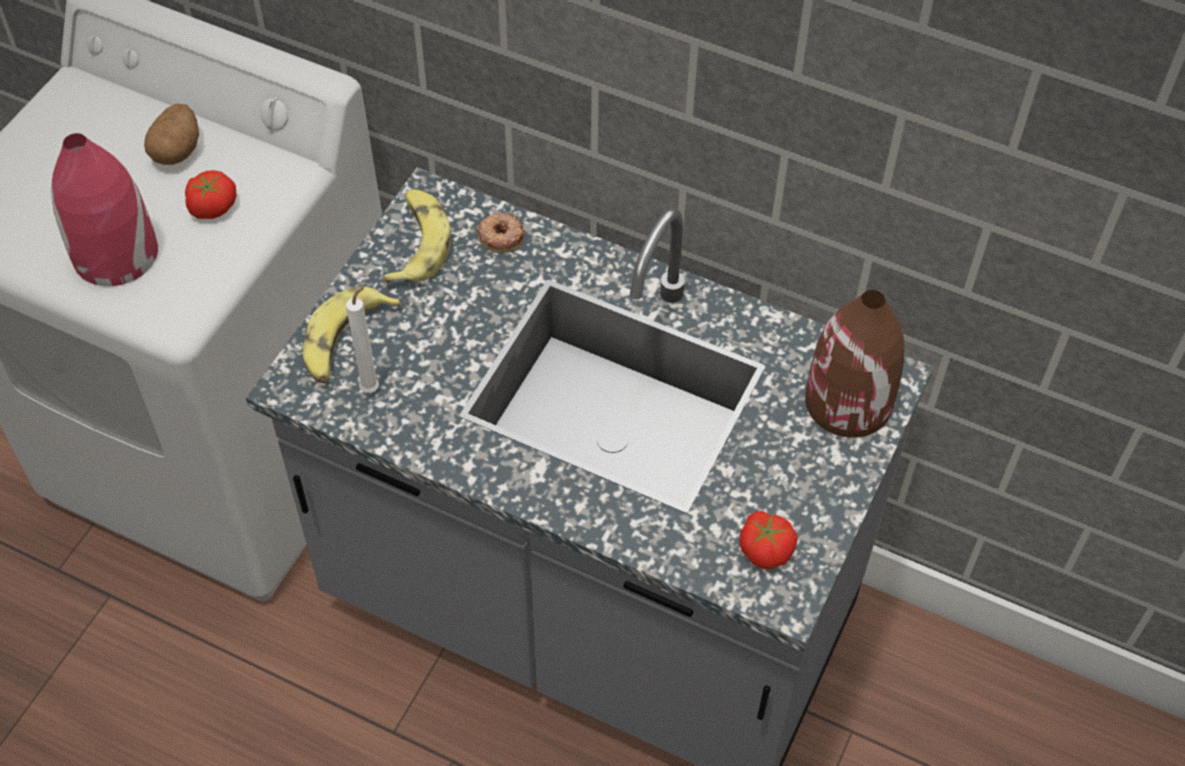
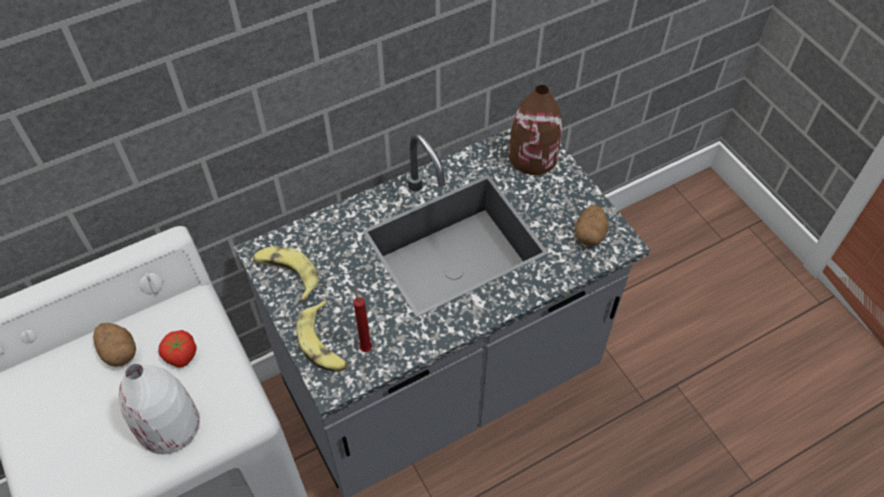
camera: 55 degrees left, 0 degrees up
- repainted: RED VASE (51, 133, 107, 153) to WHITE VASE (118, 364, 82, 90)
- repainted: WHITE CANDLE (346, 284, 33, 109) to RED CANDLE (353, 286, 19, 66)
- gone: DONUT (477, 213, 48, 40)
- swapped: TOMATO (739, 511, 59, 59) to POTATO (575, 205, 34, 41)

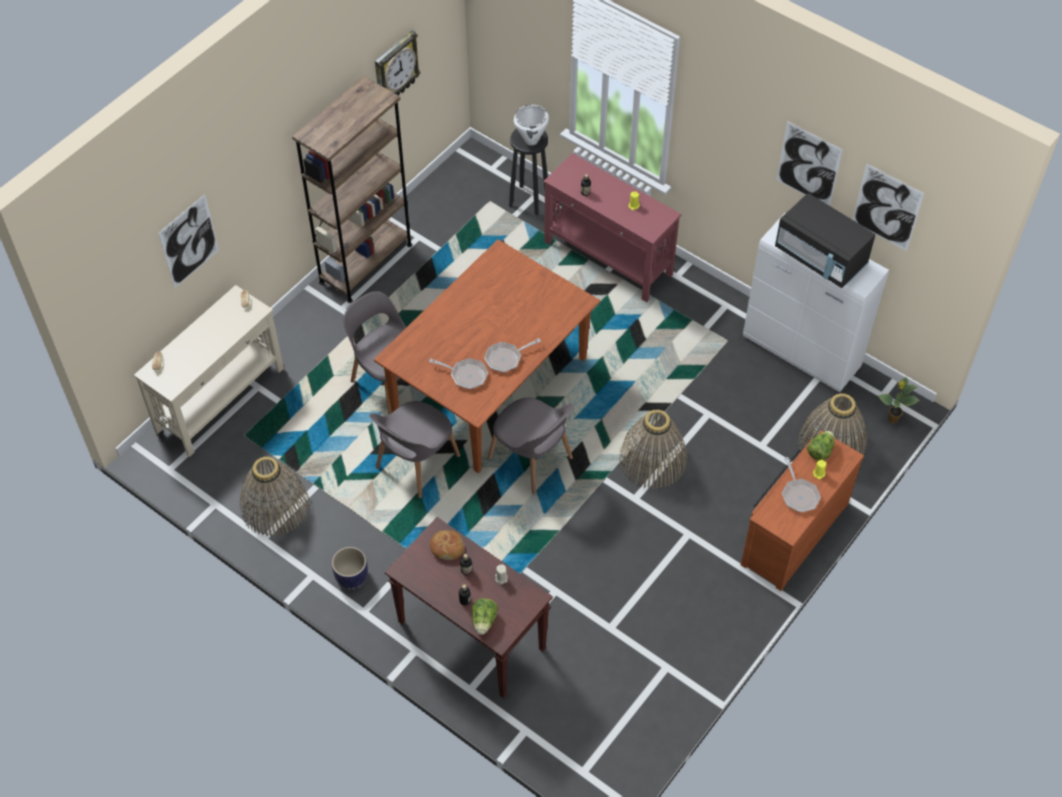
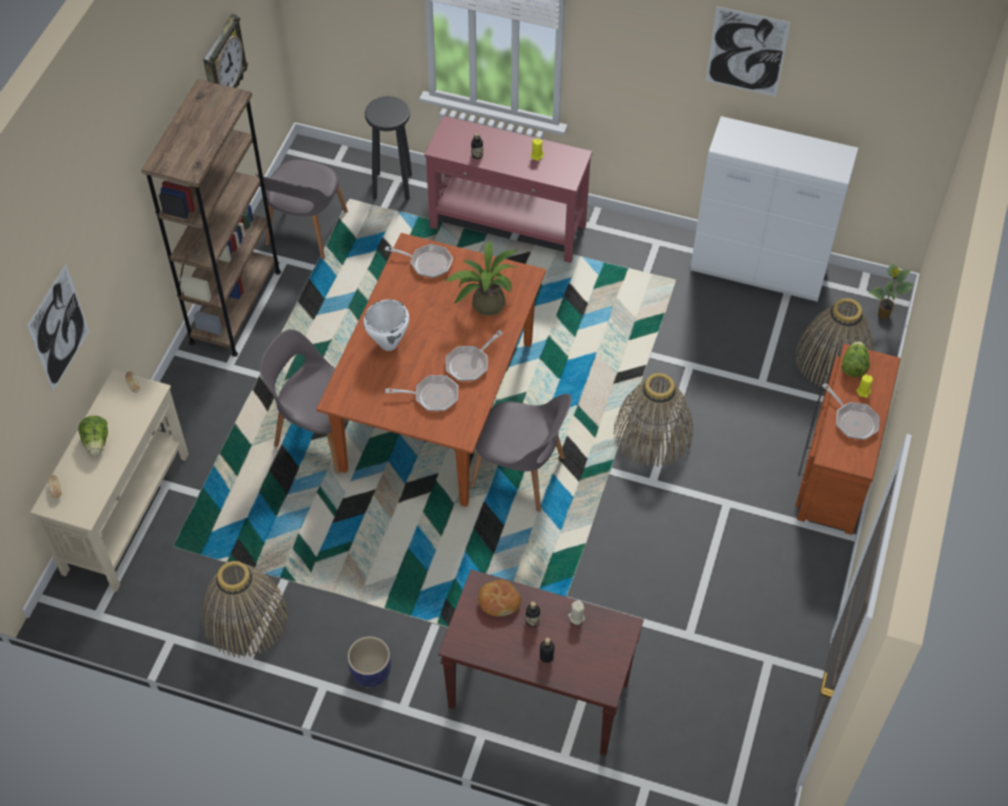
camera: 20 degrees left, 0 degrees up
- shifted: GREY CHAIR (369, 401, 91, 97) to (255, 160, 93, 100)
- shifted: LETTUCE (472, 598, 26, 37) to (78, 416, 30, 39)
- shifted: WHITE COOKING POT (514, 105, 35, 40) to (363, 299, 46, 52)
- gone: BLACK MICROWAVE (775, 193, 100, 95)
- gone: PICTURE (853, 164, 71, 87)
- new: FRYING PAN (385, 244, 68, 34)
- new: POTTED PLANT (444, 240, 74, 76)

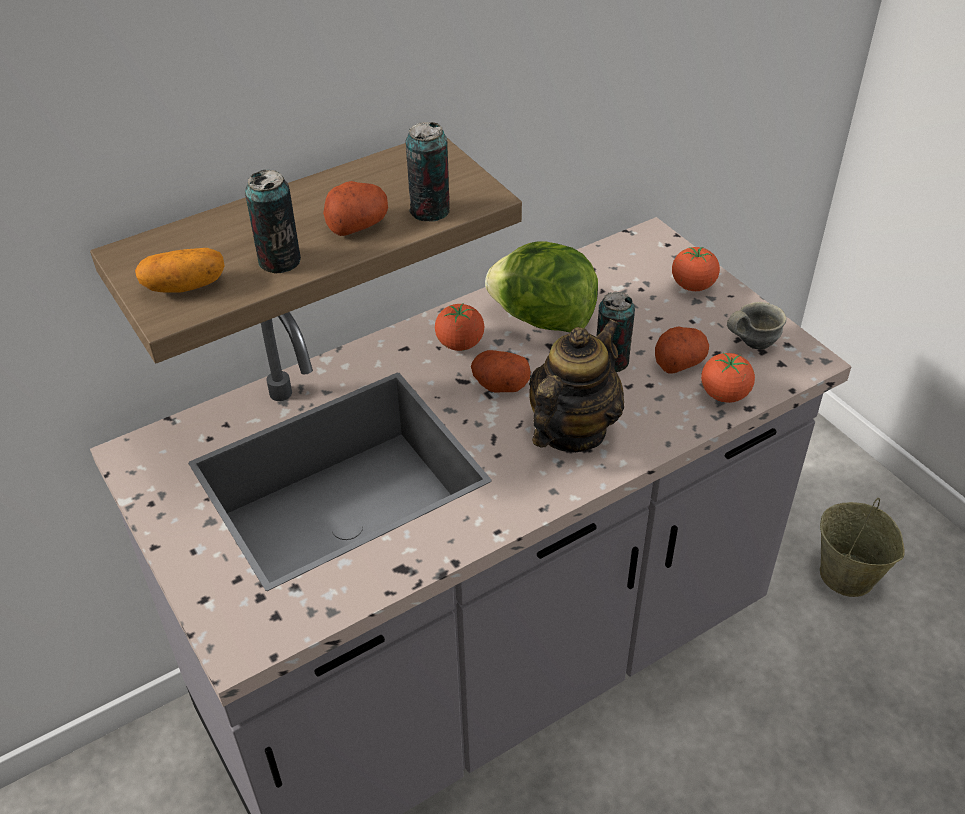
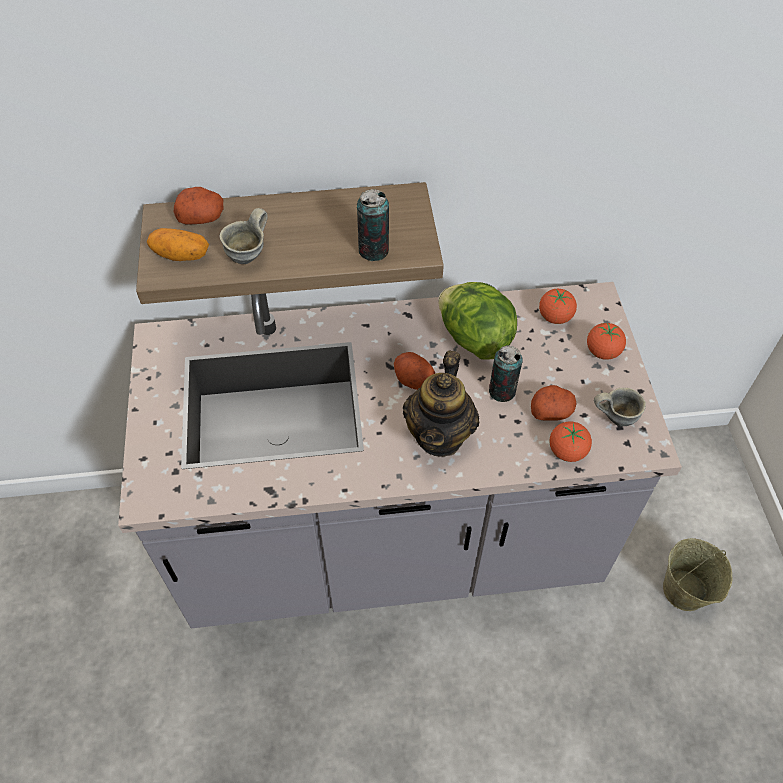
camera: 25 degrees right, 10 degrees up
- swapped: CAN (245, 170, 56, 103) to GREY MUG (220, 208, 48, 56)
- shifted: POTATO (323, 181, 65, 55) to (174, 187, 50, 38)
- shifted: TOMATO (435, 304, 49, 47) to (539, 289, 38, 35)
- rotated: TEAPOT (529, 319, 95, 133) = (403, 350, 77, 107) 135 degrees clockwise

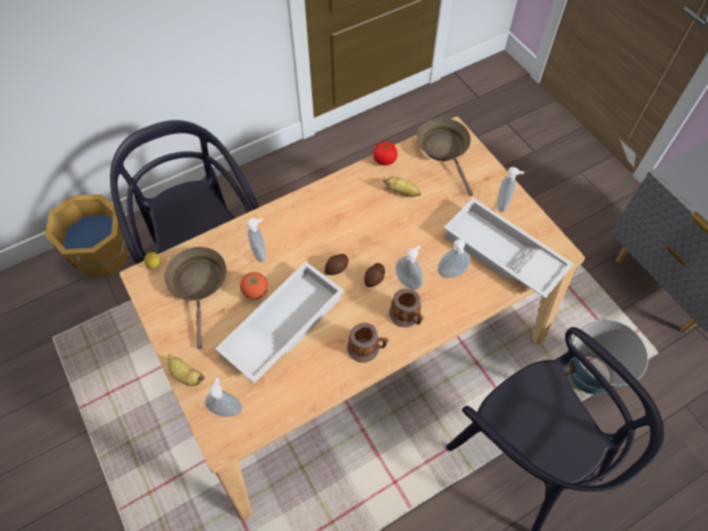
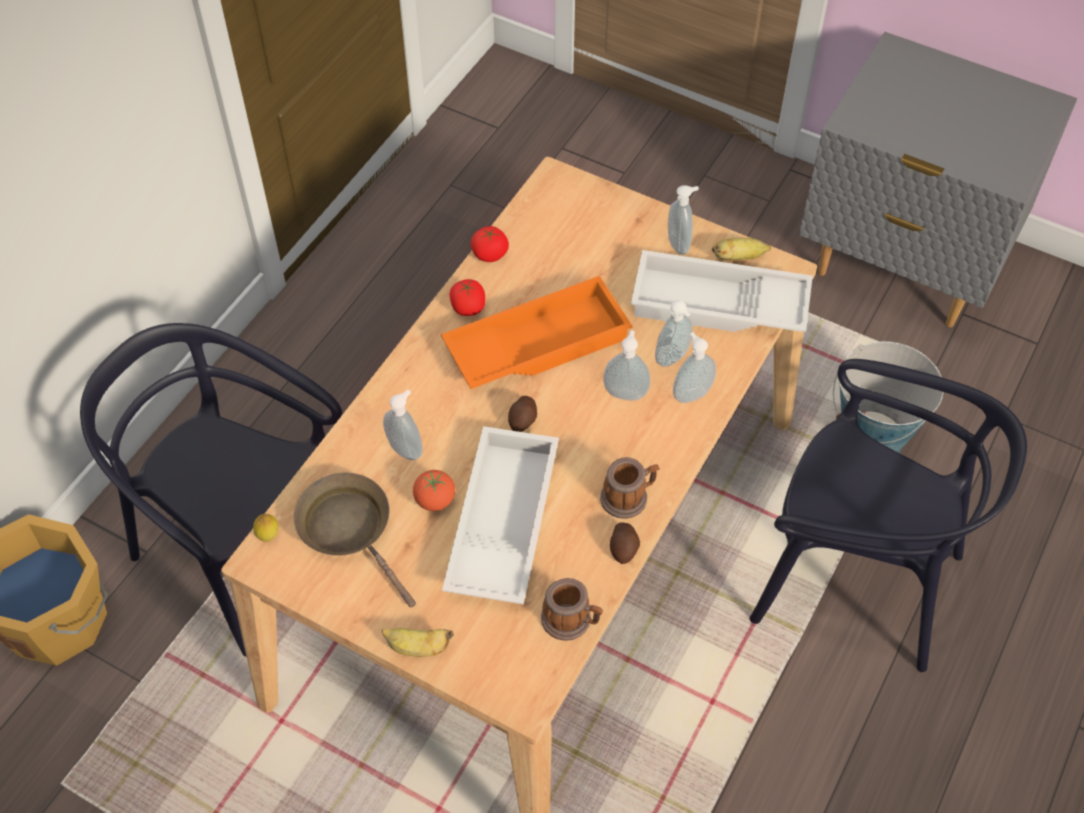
camera: 30 degrees left, 5 degrees down
- shifted: SOAP DISPENSER (205, 378, 38, 39) to (673, 332, 43, 71)
- shifted: POTATO (364, 263, 21, 24) to (610, 523, 30, 41)
- shifted: BANANA (383, 176, 38, 21) to (712, 238, 59, 22)
- shifted: MUG (389, 289, 35, 38) to (541, 578, 62, 63)
- gone: BROWN FRYING PAN (417, 118, 56, 78)
- new: ORANGE TRAY (441, 276, 192, 113)
- new: TOMATO (449, 279, 36, 37)

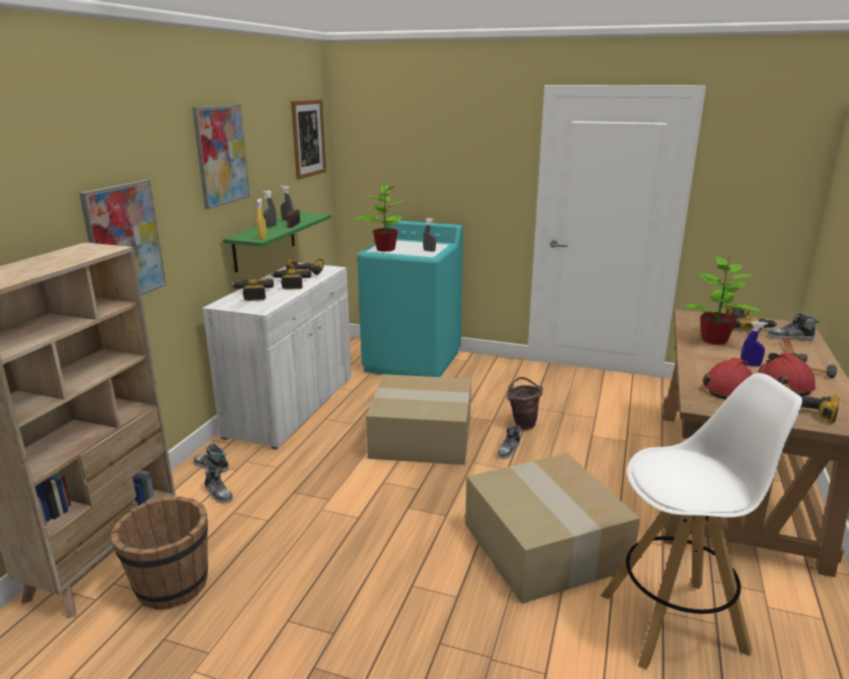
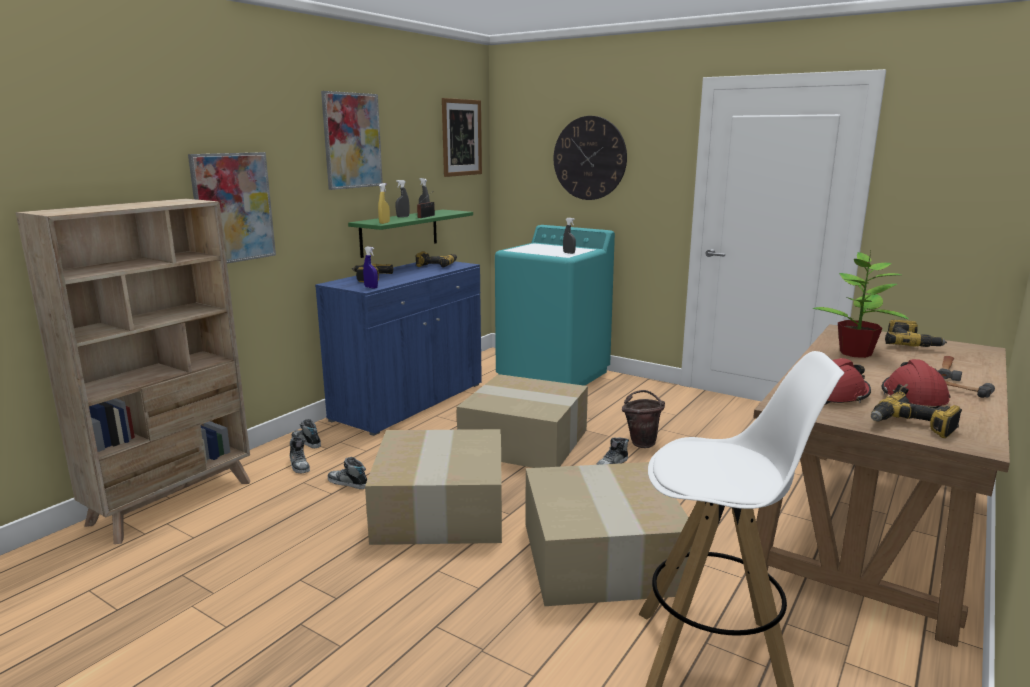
camera: 15 degrees right, 5 degrees down
- gone: BROWN BUCKET (111, 496, 97, 114)
- repainted: WHITE CABINET (202, 263, 150, 186) to BLUE CABINET (315, 261, 167, 175)
- gone: POWER DRILL (271, 269, 40, 21)
- gone: POTTED PLANT (354, 183, 53, 69)
- shifted: BLUE SPRAY BOTTLE (741, 321, 27, 46) to (363, 247, 15, 42)
- shifted: SHOE (767, 313, 52, 28) to (328, 457, 39, 32)
- new: CARDBOARD BOX (365, 429, 137, 116)
- new: WALL CLOCK (554, 116, 73, 84)

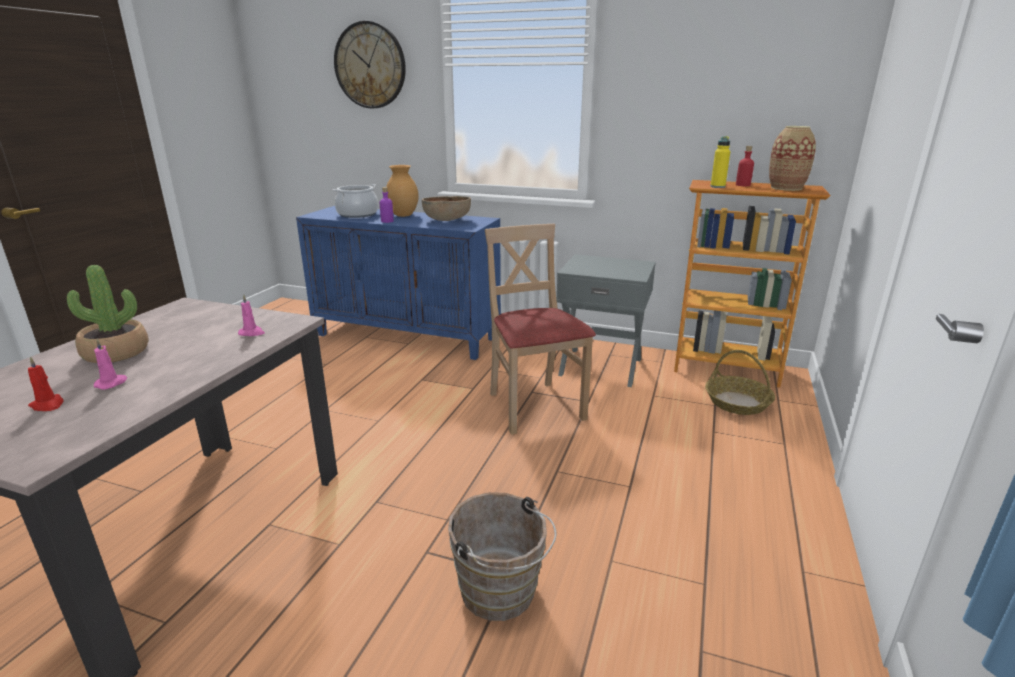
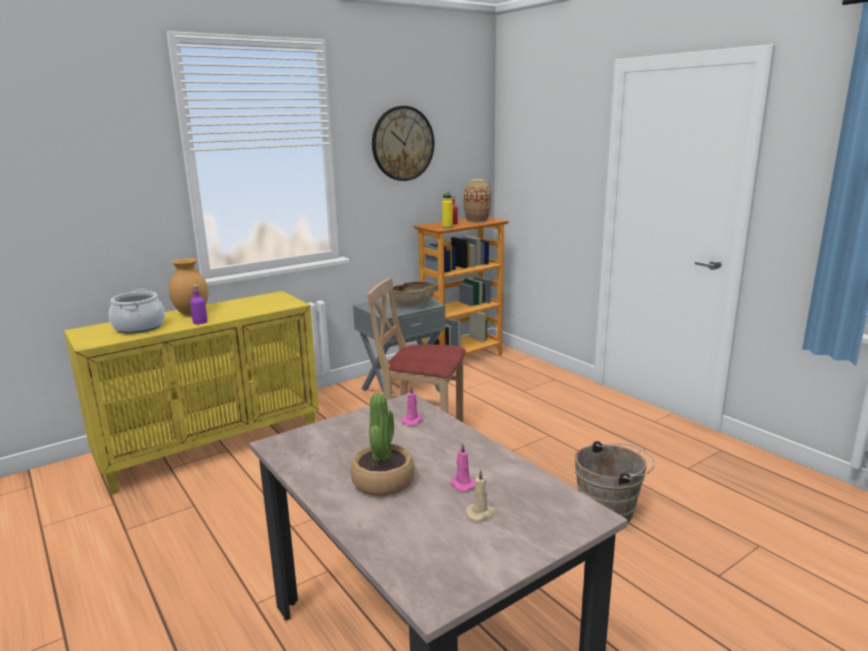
camera: 55 degrees left, 5 degrees down
- repainted: RED CANDLE (28, 357, 36, 54) to BEIGE CANDLE (466, 469, 31, 52)
- repainted: BLUE CABINET (296, 206, 205, 154) to YELLOW CABINET (64, 291, 255, 204)
- shifted: WALL CLOCK (334, 21, 72, 88) to (372, 106, 62, 75)
- shifted: BROWN BOWL (422, 196, 49, 25) to (393, 281, 42, 26)
- gone: BASKET (705, 350, 70, 65)

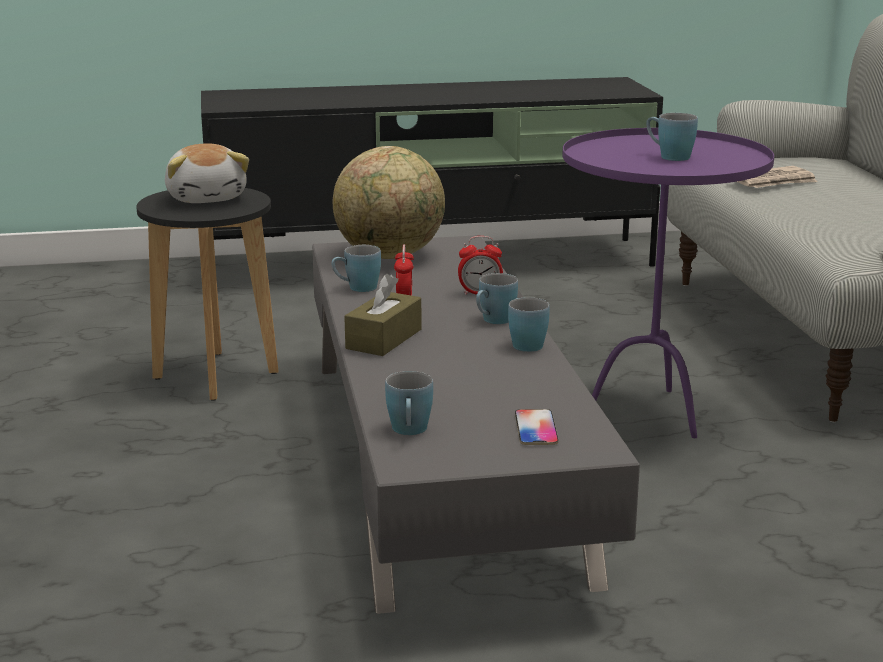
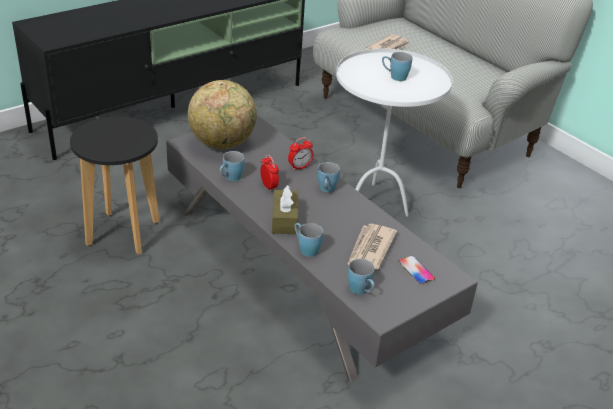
camera: 30 degrees left, 15 degrees up
- gone: PLUSH TOY (165, 143, 84, 60)
- shifted: BLUE MUG (508, 297, 42, 55) to (295, 223, 28, 34)
- repainted: PURPLE SIDE TABLE (562, 128, 212, 310) to WHITE SIDE TABLE (336, 49, 117, 168)
- new: NEWSPAPER (347, 224, 50, 46)

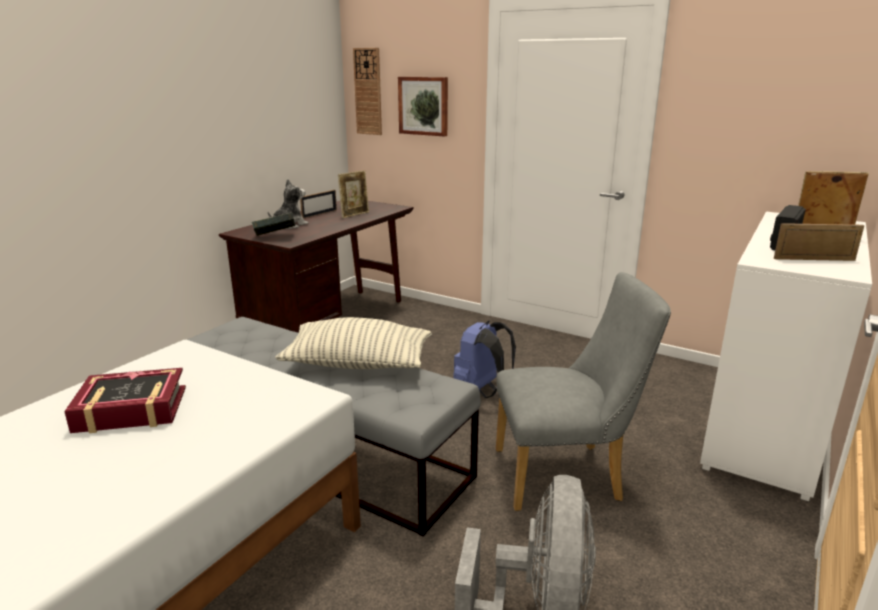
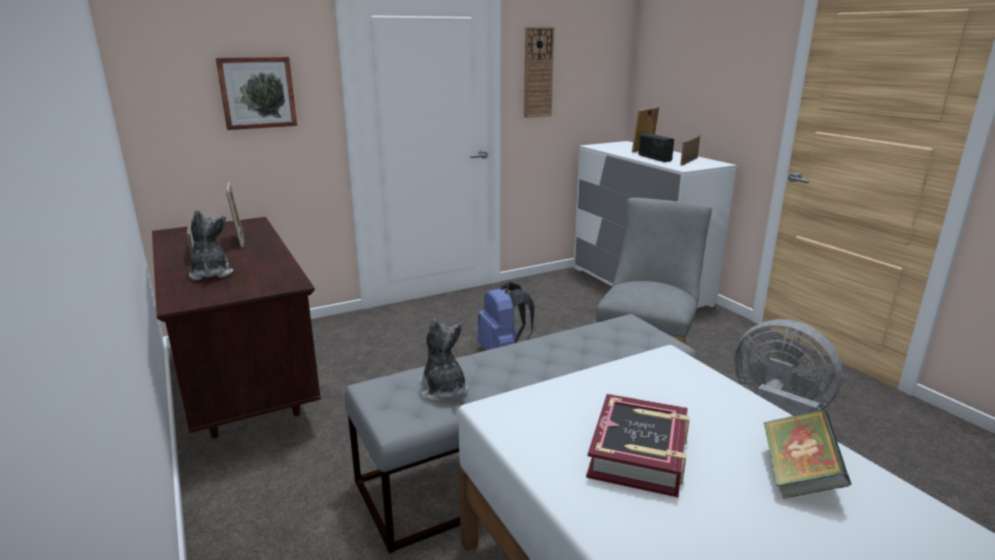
camera: 60 degrees left, 0 degrees up
- shifted: BOOK (252, 213, 43, 23) to (764, 409, 88, 89)
- gone: PILLOW (275, 317, 157, 52)
- shifted: WALL CLOCK (353, 48, 29, 87) to (524, 27, 30, 91)
- new: PLUSH TOY (419, 319, 49, 83)

